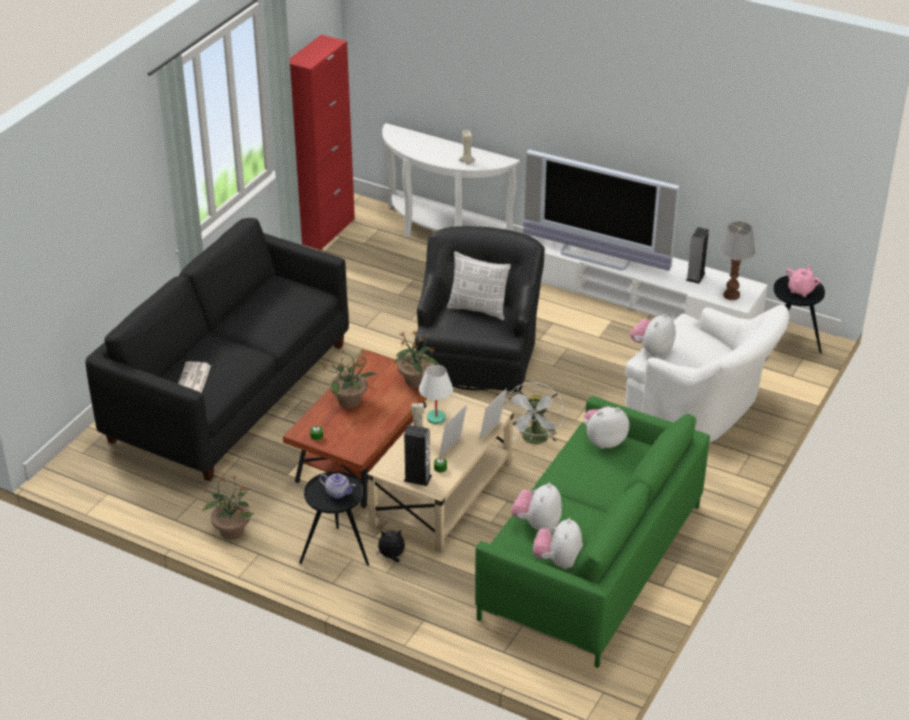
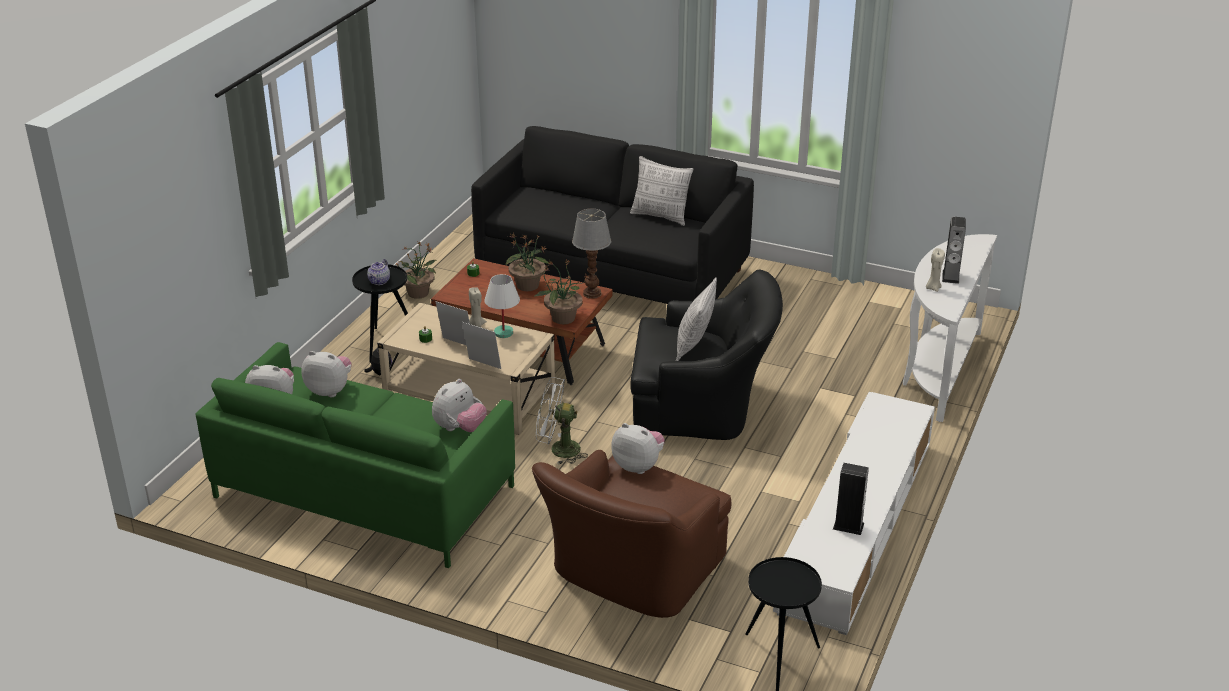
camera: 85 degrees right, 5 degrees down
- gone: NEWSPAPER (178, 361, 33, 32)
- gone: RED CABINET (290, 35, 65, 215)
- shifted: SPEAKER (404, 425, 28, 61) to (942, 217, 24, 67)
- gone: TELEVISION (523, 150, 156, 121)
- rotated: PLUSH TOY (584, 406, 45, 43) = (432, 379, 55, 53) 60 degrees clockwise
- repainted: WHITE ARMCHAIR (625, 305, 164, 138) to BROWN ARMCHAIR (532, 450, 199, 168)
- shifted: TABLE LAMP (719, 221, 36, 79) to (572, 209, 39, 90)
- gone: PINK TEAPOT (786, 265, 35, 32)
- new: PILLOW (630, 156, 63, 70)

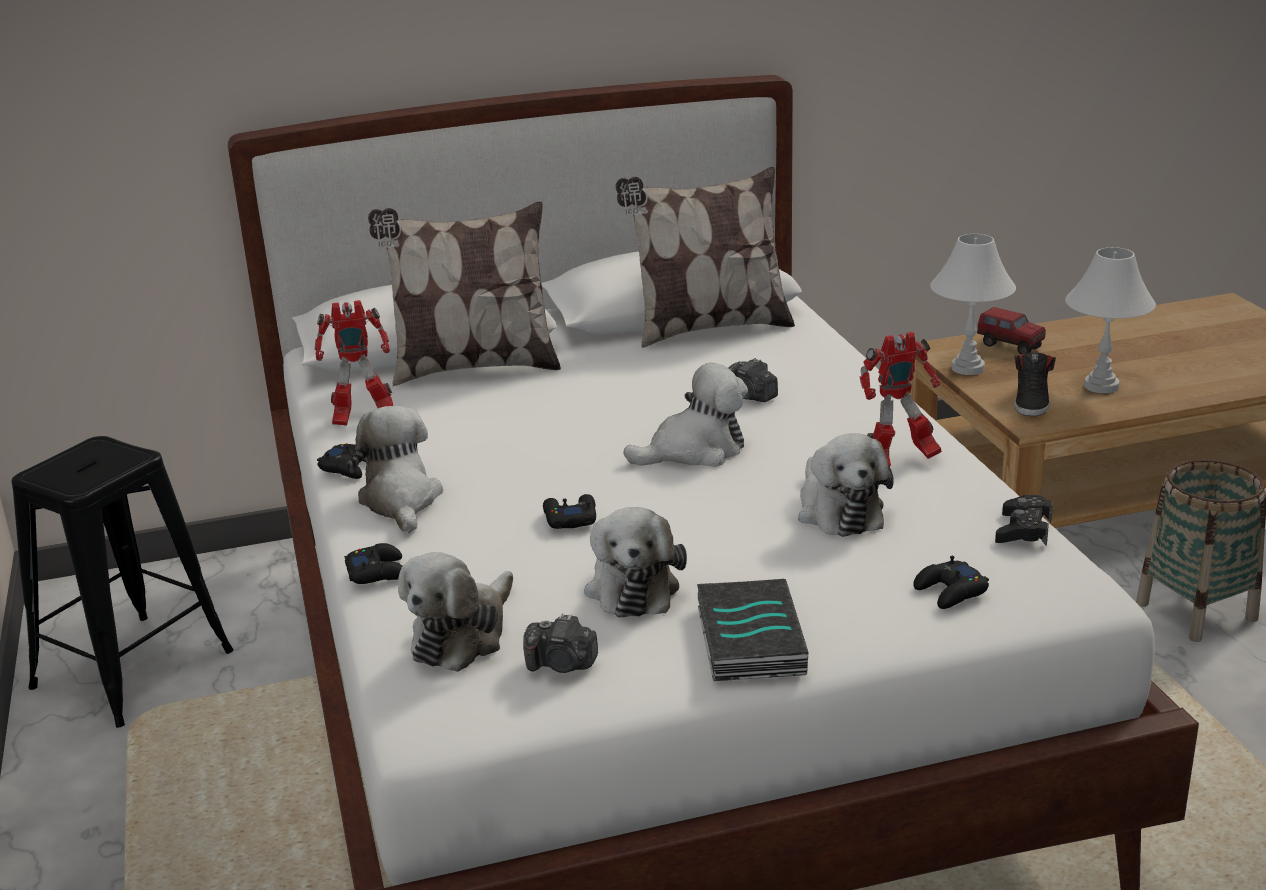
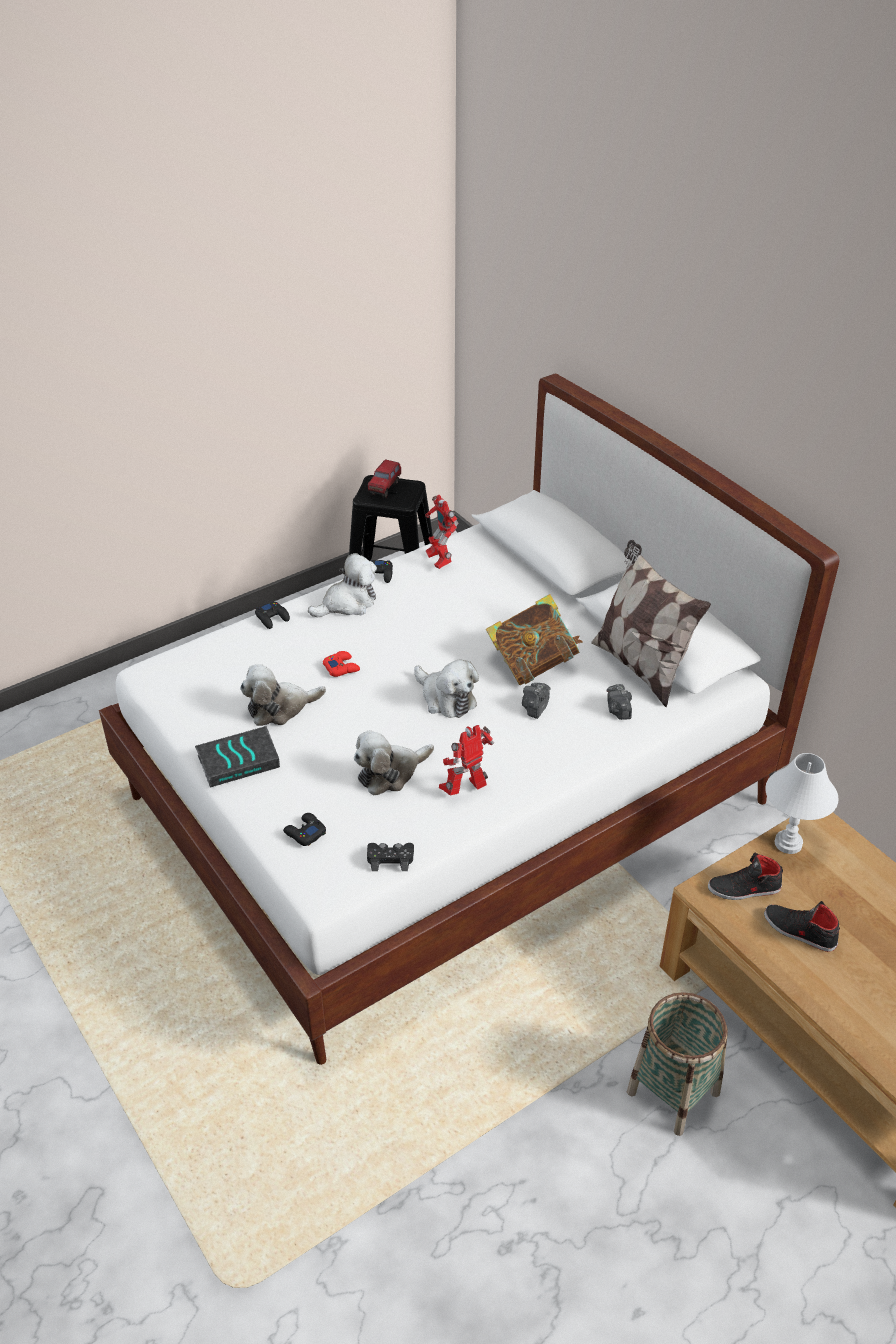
camera: 70 degrees right, 15 degrees up
- gone: PILLOW (368, 201, 193, 185)
- gone: PLUSH TOY (398, 552, 115, 120)
- shifted: PHOTO CAMERA (523, 613, 75, 60) to (607, 684, 25, 36)
- repainted: BLACK GAME CONTROLLER (543, 494, 53, 35) to RED GAME CONTROLLER (323, 651, 37, 26)
- rotated: TOY ROBOT (860, 331, 82, 136) = (439, 725, 55, 71) 90 degrees clockwise
- shifted: TOY TRUCK (977, 307, 69, 47) to (368, 459, 33, 39)
- swapped: WHITE TABLE LAMP (1065, 247, 91, 146) to BLACK SHOE (764, 901, 76, 51)
- new: BOOK (486, 594, 97, 91)

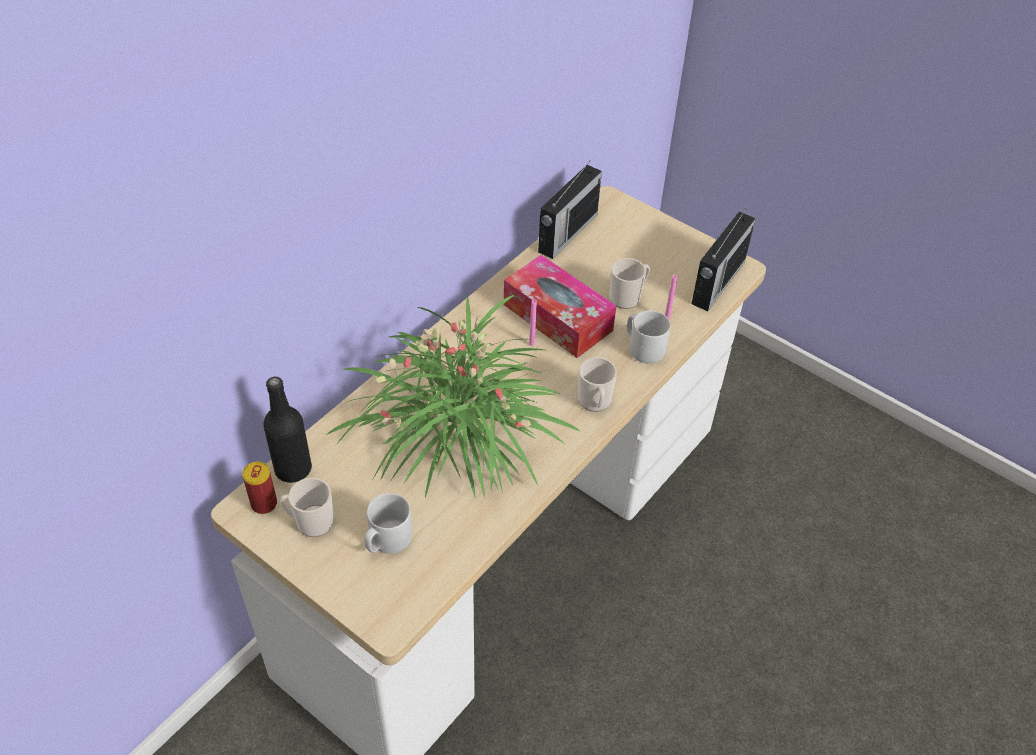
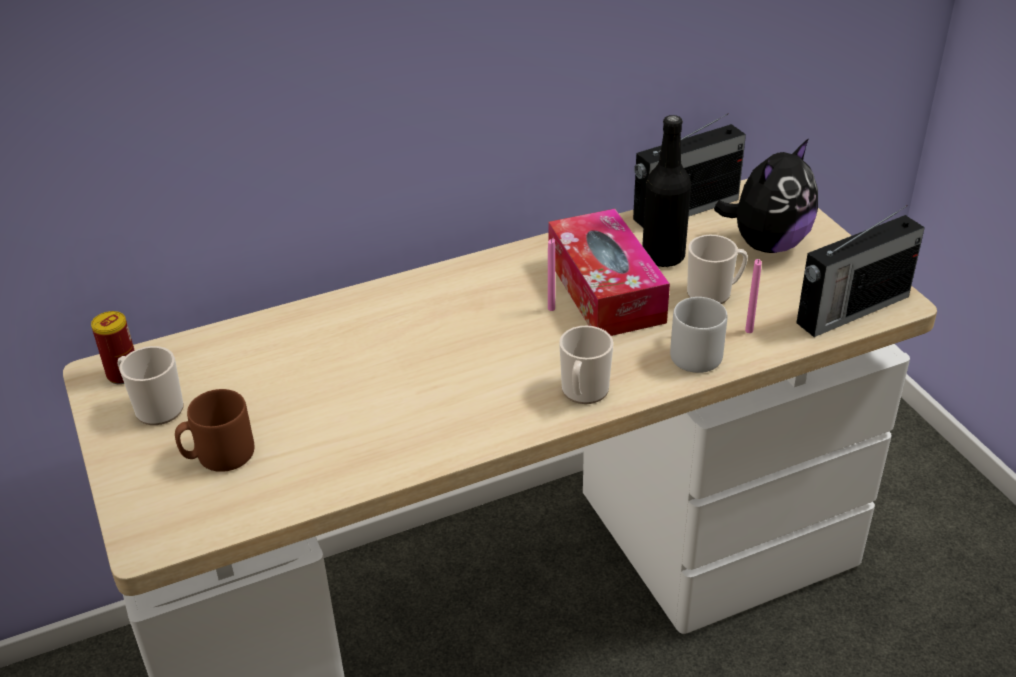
camera: 30 degrees right, 10 degrees down
- shifted: BLACK BOTTLE (263, 377, 49, 106) to (642, 115, 49, 152)
- gone: POTTED PLANT (326, 295, 255, 204)
- repainted: GREY MUG (364, 493, 49, 61) to BROWN MUG (175, 389, 80, 83)
- new: PLUSH TOY (714, 138, 104, 115)

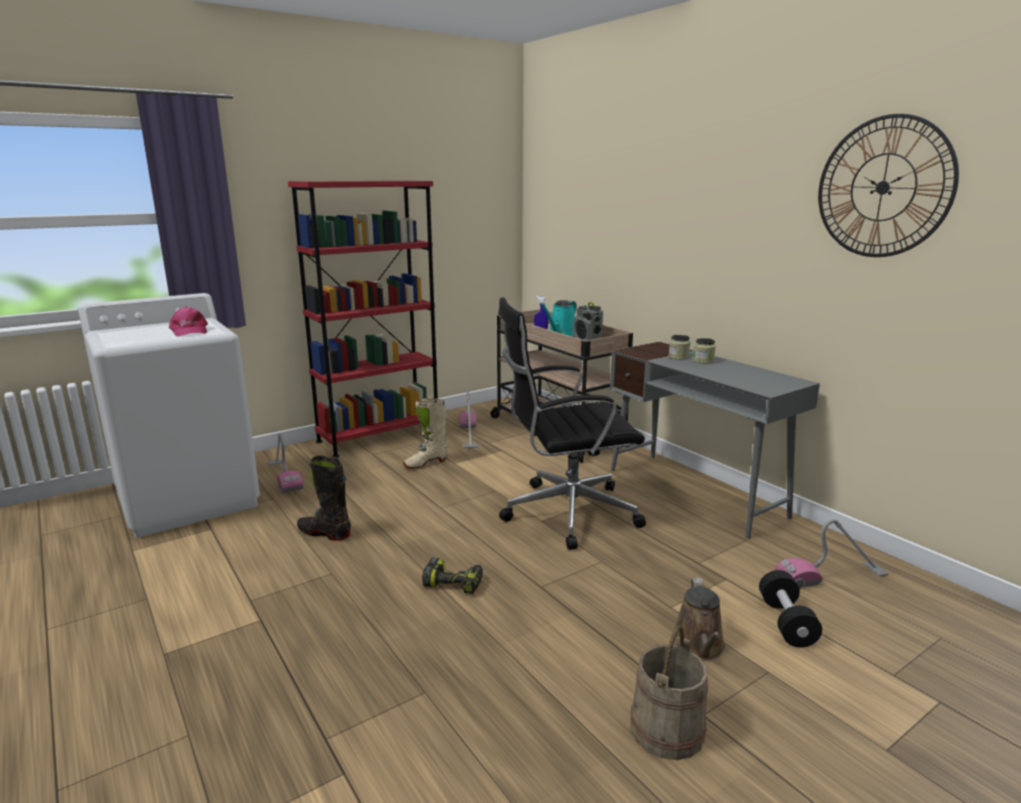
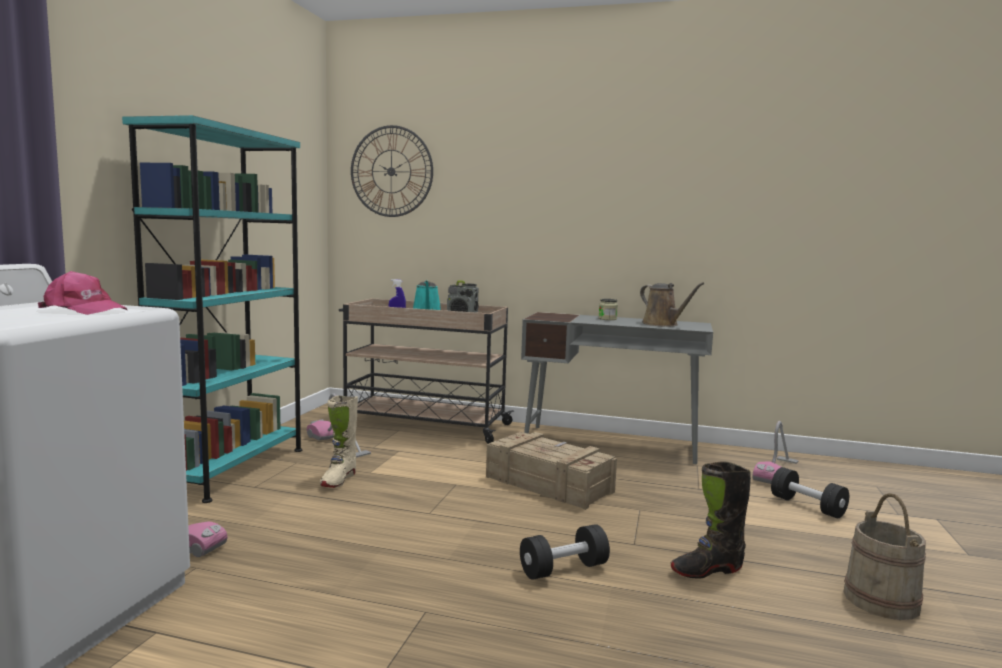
camera: 40 degrees left, 10 degrees down
- repainted: RED BOOKCASE (288, 181, 150, 277) to TURQUOISE BOOKCASE (122, 115, 181, 388)
- shifted: BLACK BOOT (297, 455, 54, 86) to (671, 461, 80, 117)
- swapped: POWER DRILL (422, 557, 61, 37) to BLACK DUMBBELL (520, 524, 90, 56)
- swapped: BLACK OFFICE CHAIR (498, 297, 148, 253) to CRATE (486, 432, 131, 78)
- gone: JAR (669, 335, 21, 25)
- shifted: BROWN WATERING CAN (672, 578, 53, 83) to (640, 282, 64, 45)
- shifted: WALL CLOCK (818, 114, 141, 143) to (351, 125, 82, 92)

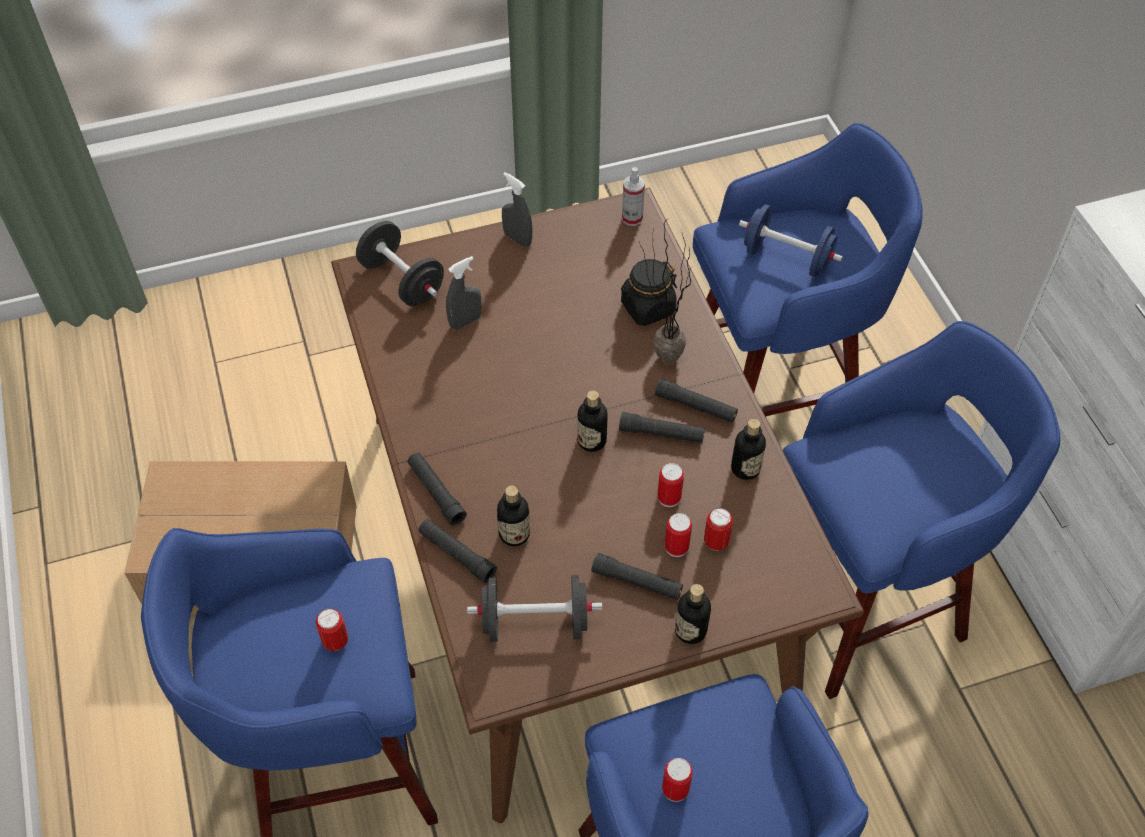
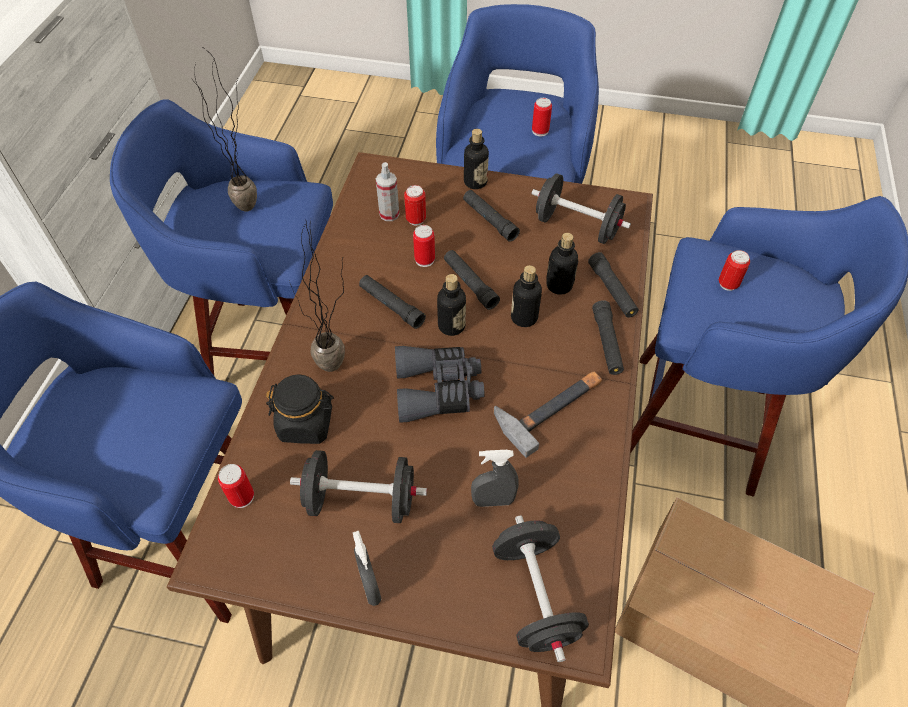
camera: 150 degrees left, 0 degrees up
- shifted: SPRAY BOTTLE (622, 167, 23, 59) to (376, 162, 23, 59)
- shifted: BLACK FLASHLIGHT (655, 378, 83, 45) to (444, 250, 56, 60)
- shifted: CAN (665, 513, 27, 44) to (218, 464, 36, 44)
- shifted: BOTTLE (731, 419, 35, 61) to (511, 265, 31, 62)
- gone: BLUE DUMBBELL (739, 204, 104, 73)
- new: POTTED PLANT (191, 46, 66, 166)
- new: BLACK DUMBBELL (290, 450, 137, 73)
- new: GREY BINOCULARS (395, 346, 89, 77)
- new: HAMMER (493, 372, 109, 86)

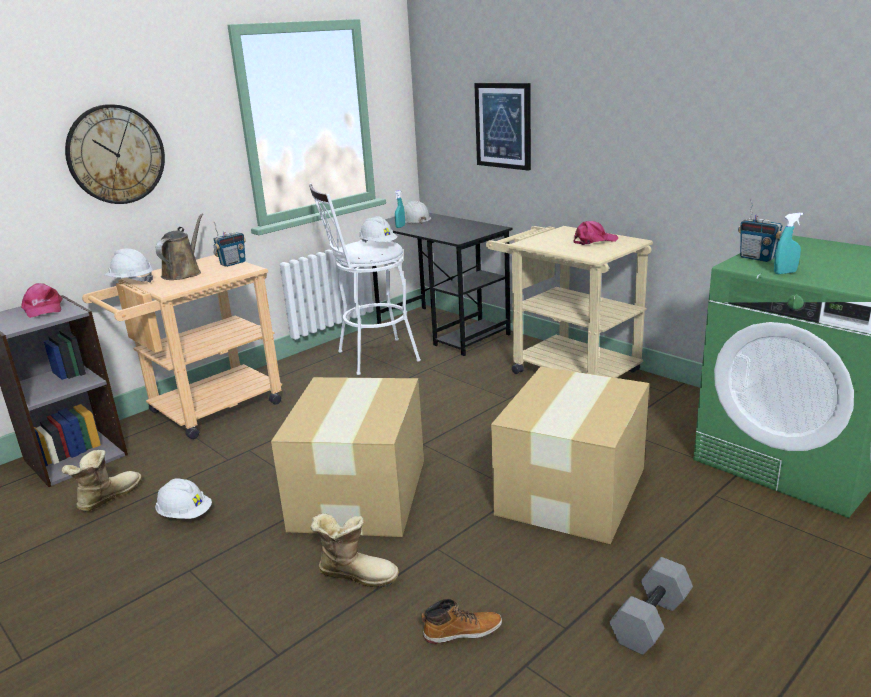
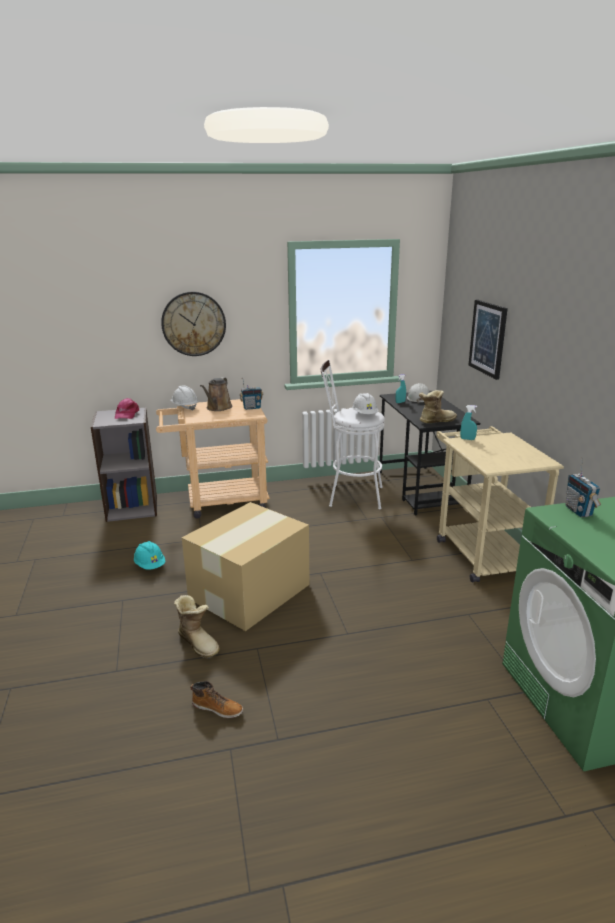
camera: 30 degrees right, 0 degrees up
- shifted: BOOT (62, 450, 80, 61) to (419, 390, 38, 33)
- repainted: WHITE HARD HAT (155, 478, 57, 41) to TURQUOISE HARD HAT (134, 541, 31, 29)
- rotated: BROWN WATERING CAN (156, 213, 47, 67) = (200, 377, 33, 34) 150 degrees clockwise
- gone: CARDBOARD BOX (491, 367, 158, 177)
- gone: PINK CAP (573, 221, 45, 24)
- gone: GREY DUMBBELL (610, 557, 83, 98)
- shifted: TURQUOISE SPRAY BOTTLE (774, 213, 29, 61) to (460, 405, 17, 35)

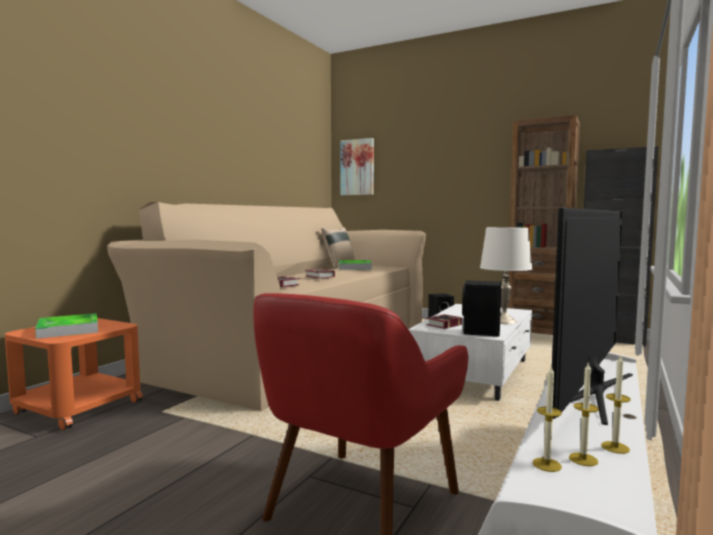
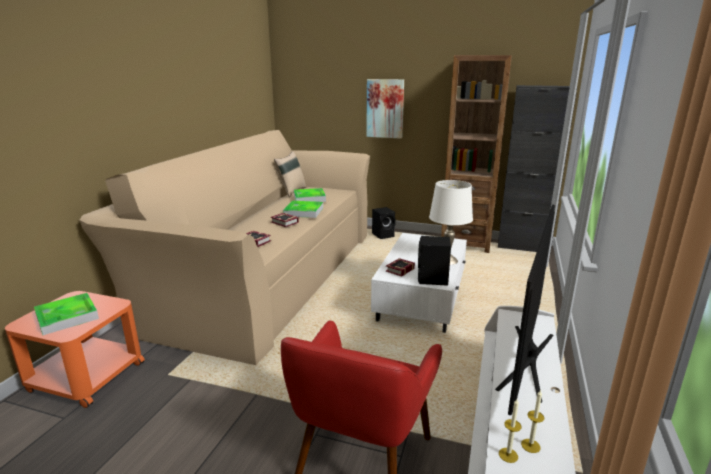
camera: 10 degrees left, 15 degrees up
- shifted: PICTURE (340, 138, 34, 57) to (366, 79, 38, 60)
- gone: CANDLE (601, 354, 30, 100)
- new: TRAY (283, 201, 40, 17)

